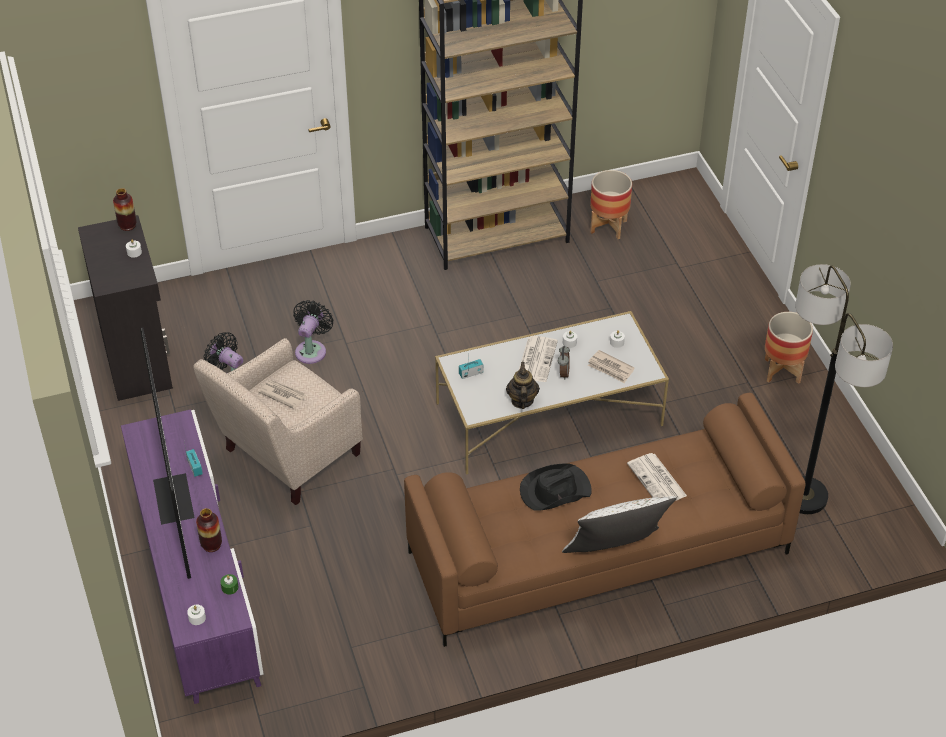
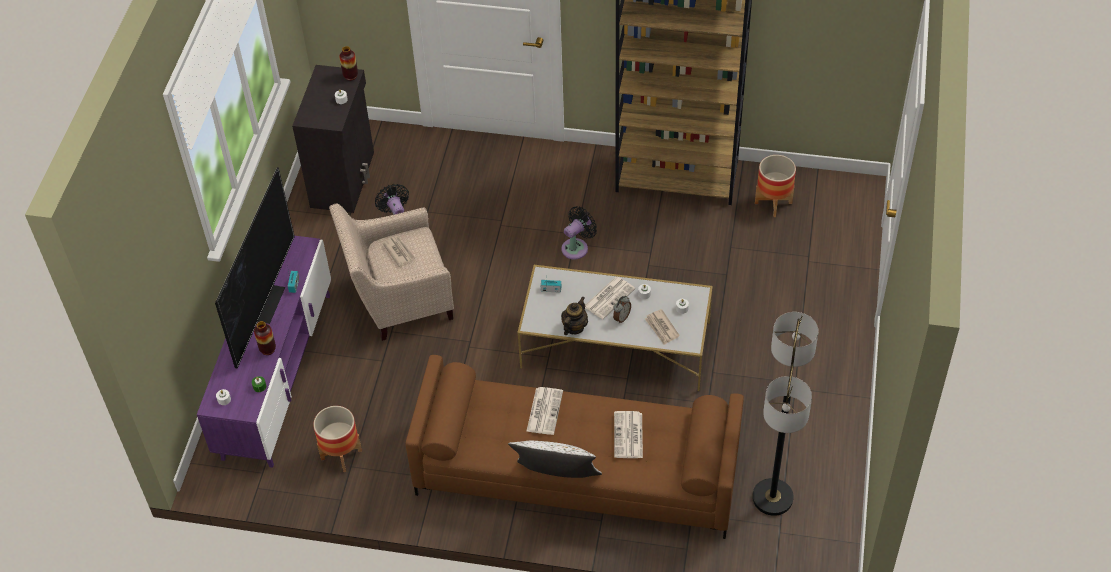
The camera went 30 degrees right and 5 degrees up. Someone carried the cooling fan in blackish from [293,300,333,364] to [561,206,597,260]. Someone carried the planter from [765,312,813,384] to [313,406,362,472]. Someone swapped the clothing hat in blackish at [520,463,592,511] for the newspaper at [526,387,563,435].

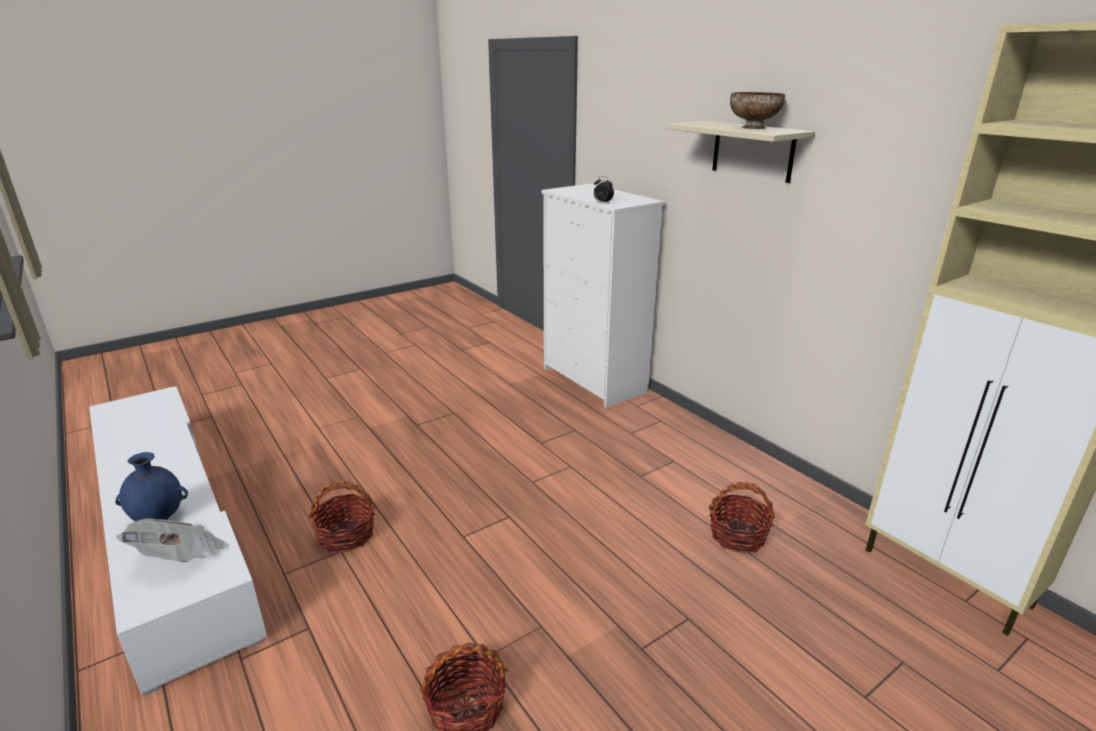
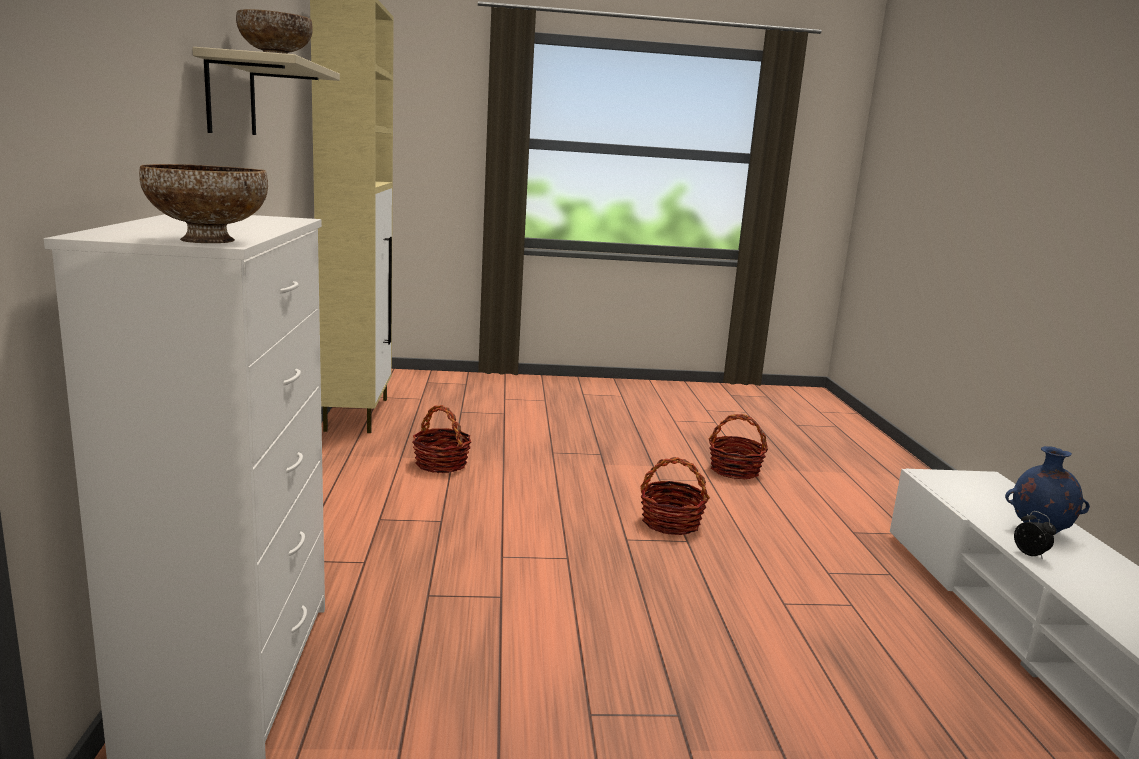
The camera went 150 degrees left and 10 degrees down. Someone took away the newspaper at [116,518,229,562]. Someone put down the deep dish at [139,164,268,243]. Someone carried the storage basket from [308,481,375,552] to [640,457,710,535]. Someone carried the alarm clock from [594,176,614,204] to [1014,511,1056,560].

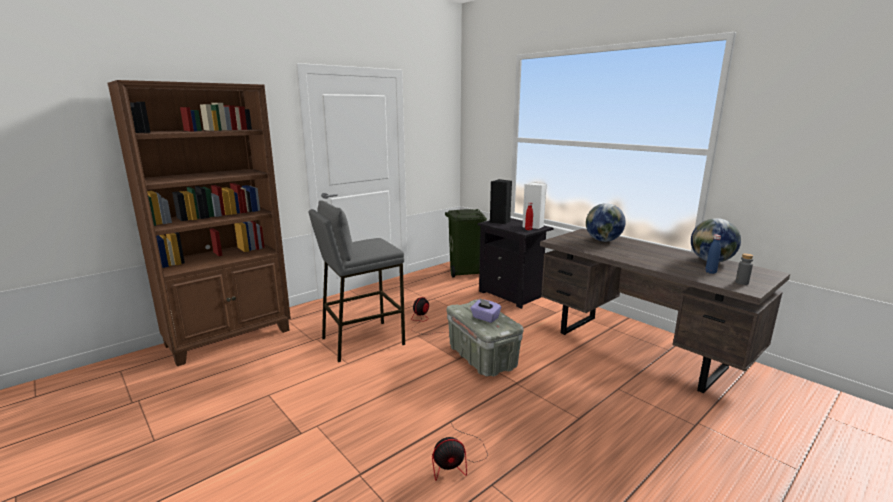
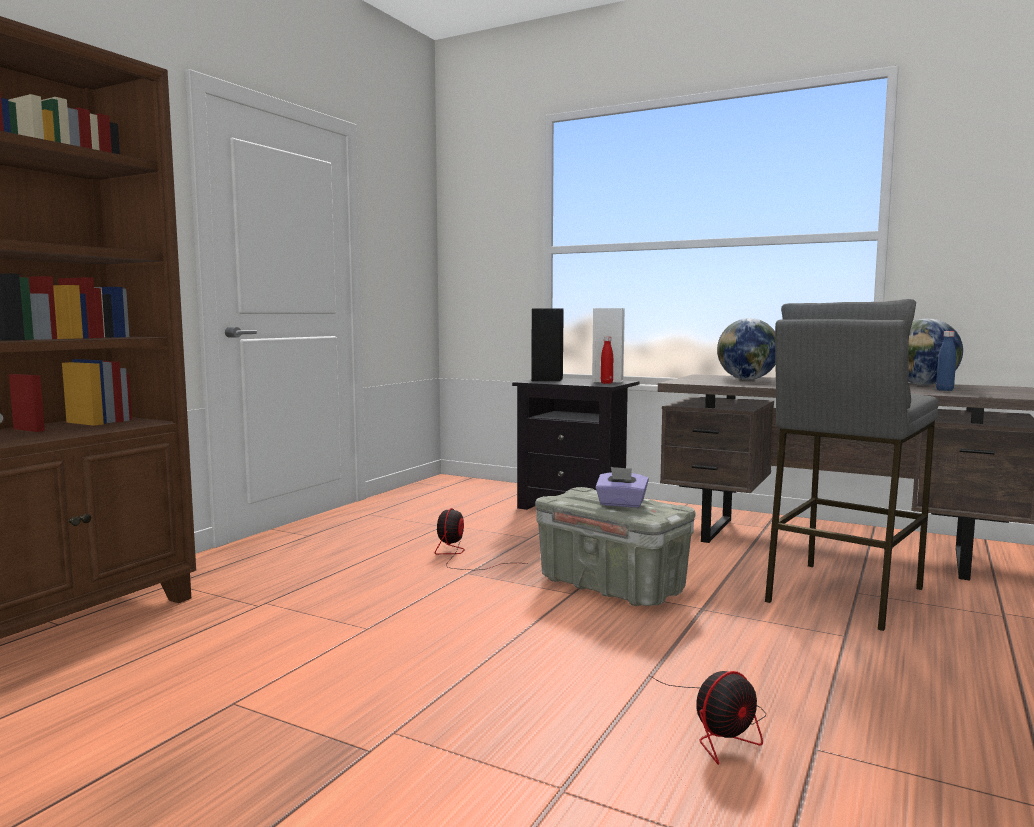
The camera went 20 degrees left and 10 degrees down. Someone took away the rubbish bin in green at [445,209,487,278]. Someone took away the drink bottle in greyish at [735,253,753,285]. Someone carried the sitting stool in greyish from [309,200,405,362] to [765,299,939,631].

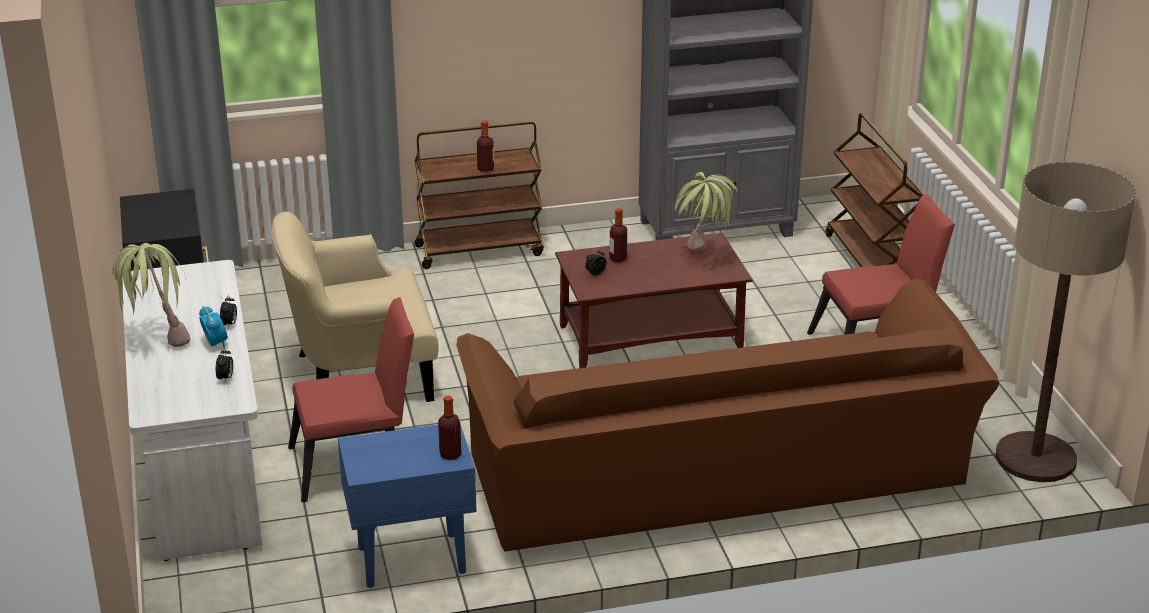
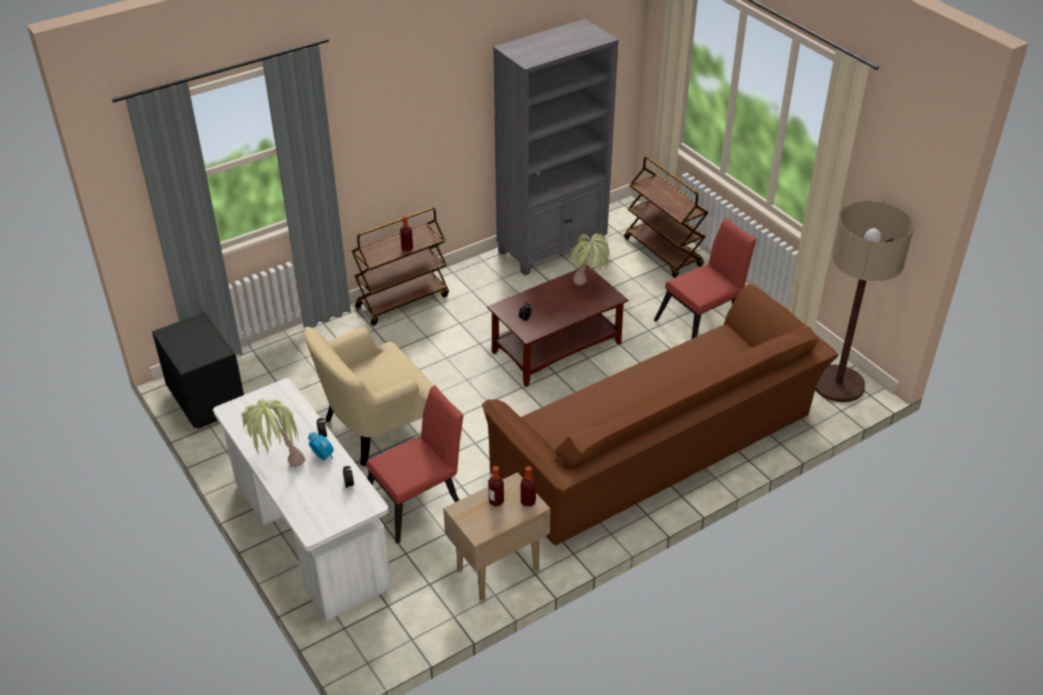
The camera went 20 degrees left and 10 degrees up. Someone carried the drink bottle from [609,208,627,263] to [488,466,504,507]. Someone repainted the end table in blue at [338,424,477,588], which became the end table in sand-coloured at [443,472,550,600].

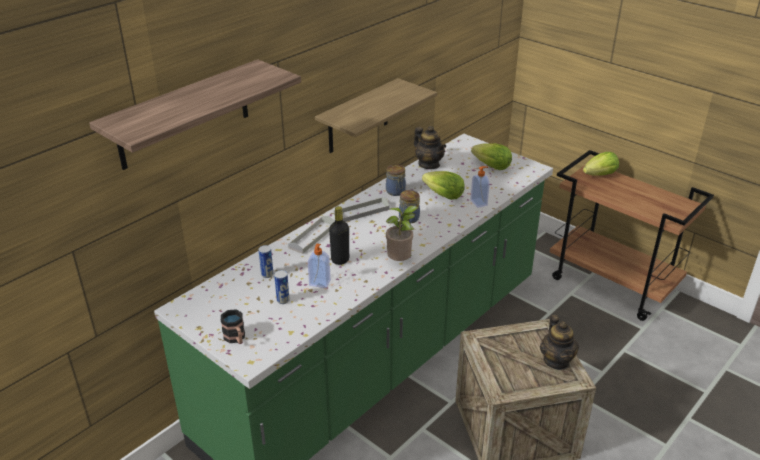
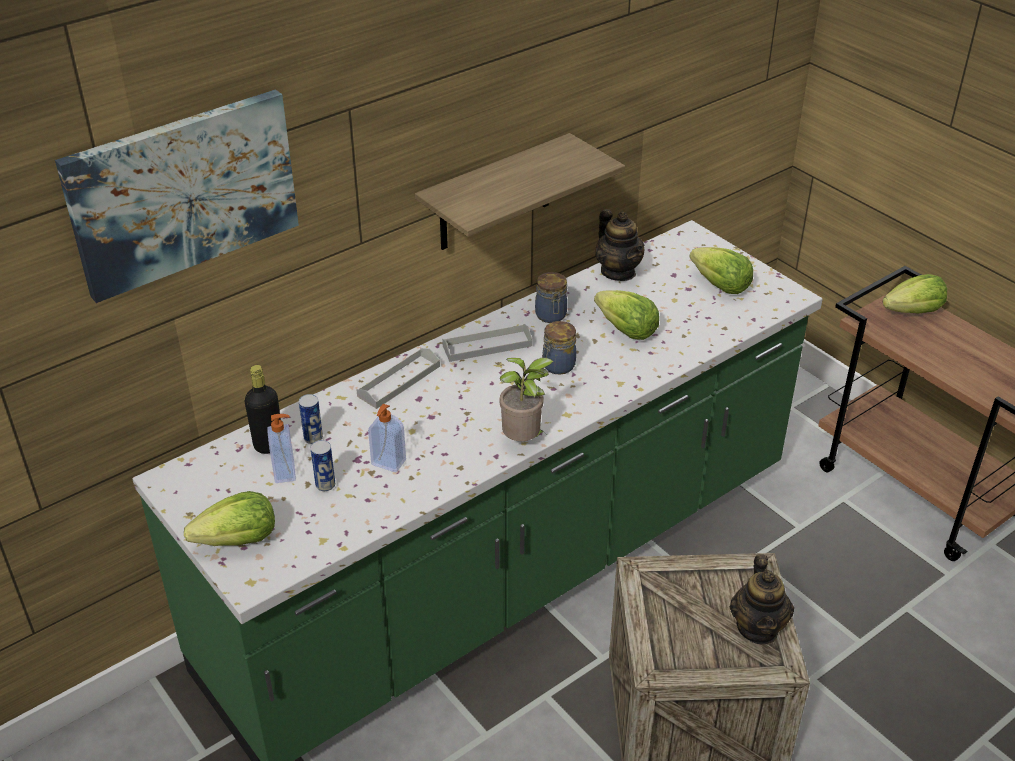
The camera went 10 degrees right and 5 degrees up. Someone carried the drink bottle in blackish from [329,206,349,265] to [244,365,281,454]. Someone carried the soap bottle from [471,166,490,208] to [267,414,296,483]. Someone swapped the bracket shelf at [89,59,301,170] for the wall picture at [55,89,299,303]. Someone swapped the tea mug at [221,309,245,344] for the lettuce at [184,491,275,546].

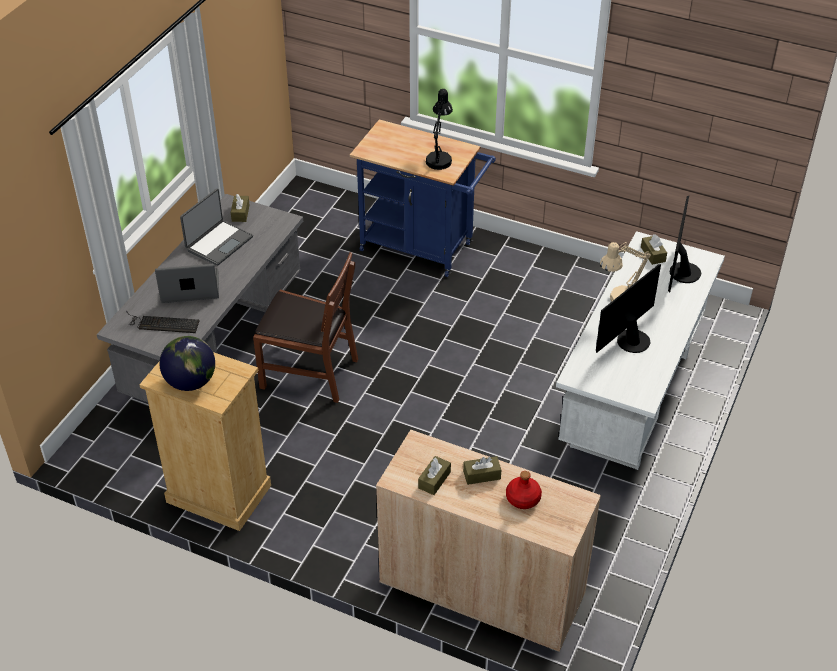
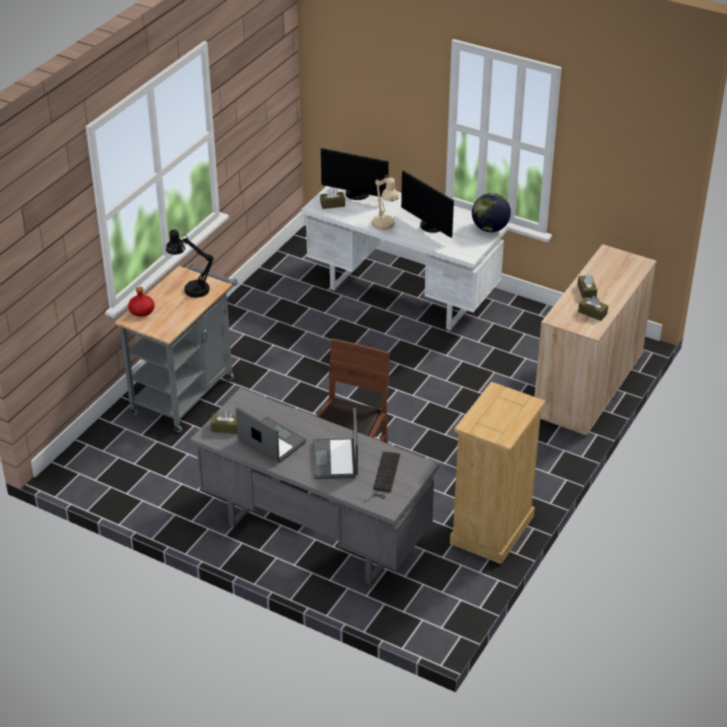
The camera went 85 degrees left and 5 degrees down. Someone carried the desk globe from [159,336,215,391] to [472,193,511,232]. Someone carried the drink bottle in red from [506,471,542,509] to [128,287,155,317]. Someone repainted the trolley in blue at [350,119,496,277], which became the trolley in greyish at [115,263,238,433].

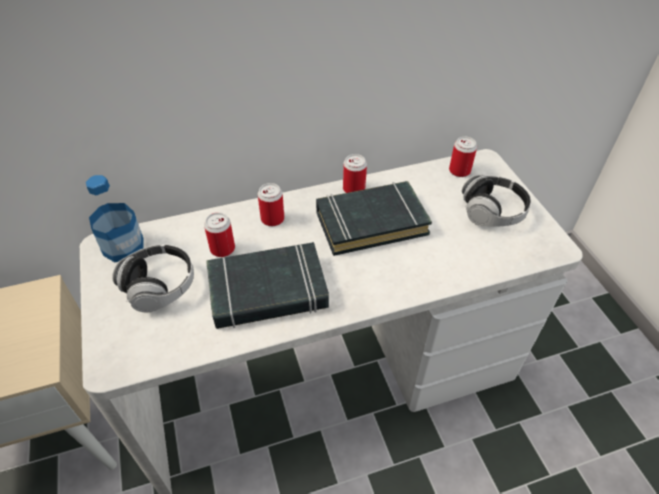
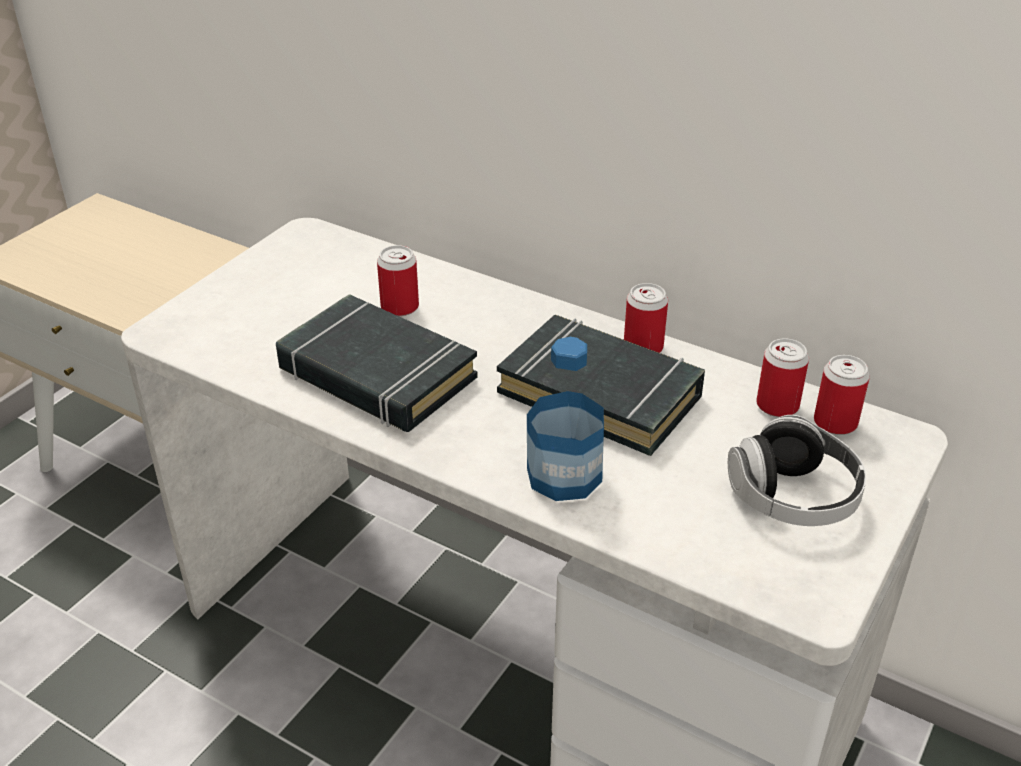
The camera went 50 degrees right and 10 degrees down. Someone took away the pair of headphones at [112,244,194,312]. Someone carried the drink bottle from [86,175,143,262] to [527,337,604,501]. Someone carried the sealed can from [258,183,285,226] to [756,338,809,417].

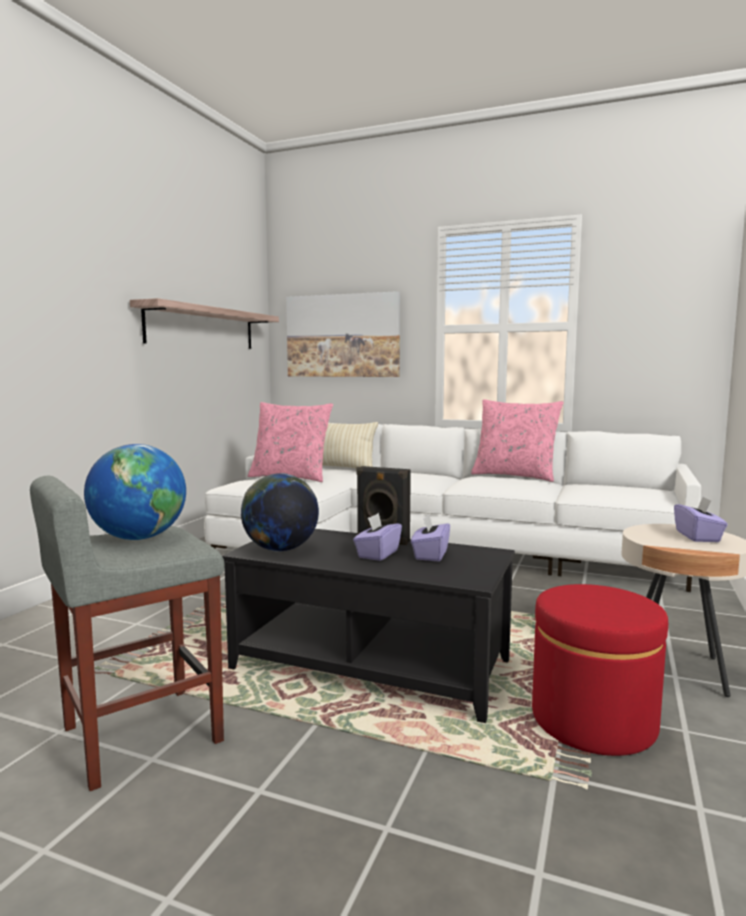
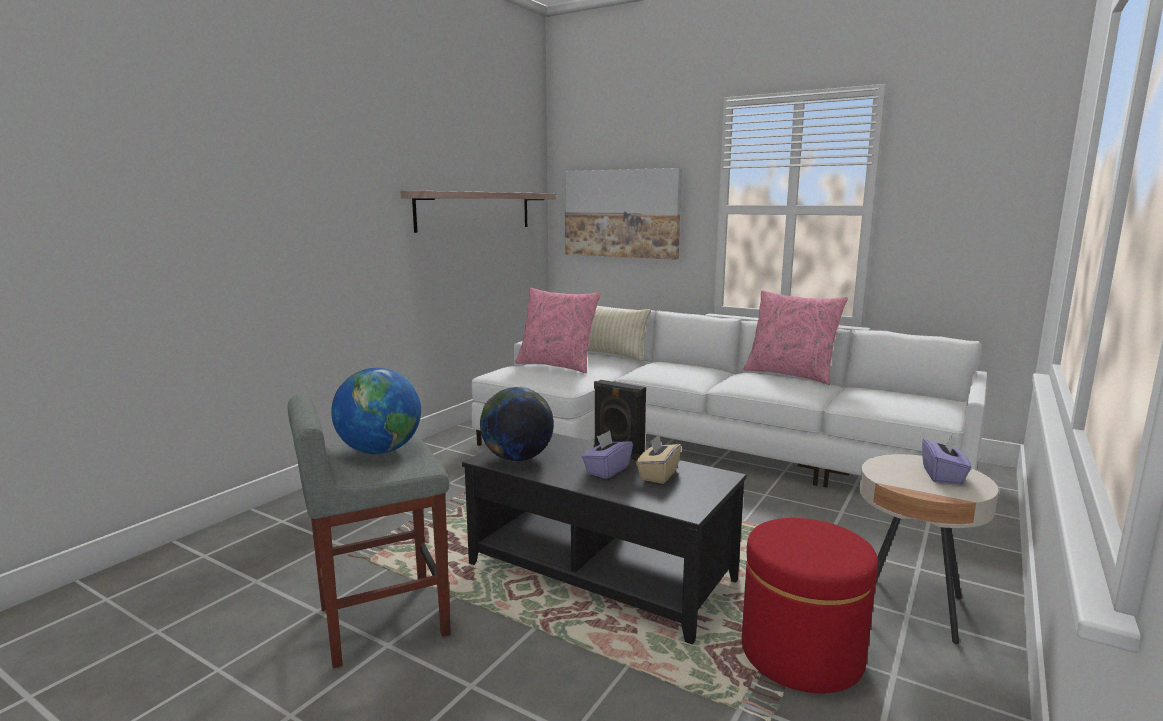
The camera went 10 degrees right and 5 degrees up. Someone repainted the tissue box in purple-coloured at [411,514,450,561], which became the tissue box in sand-coloured at [636,434,681,484].

